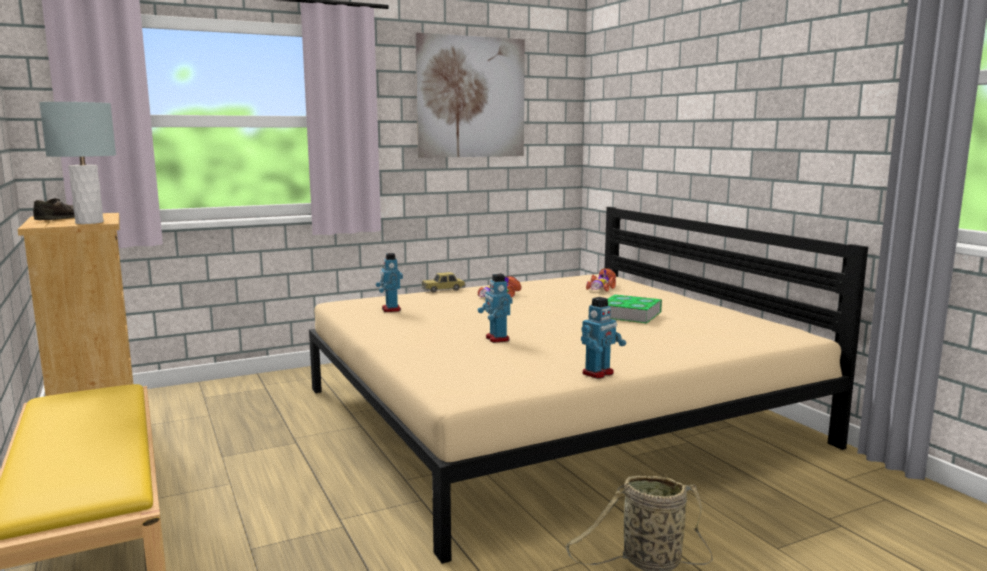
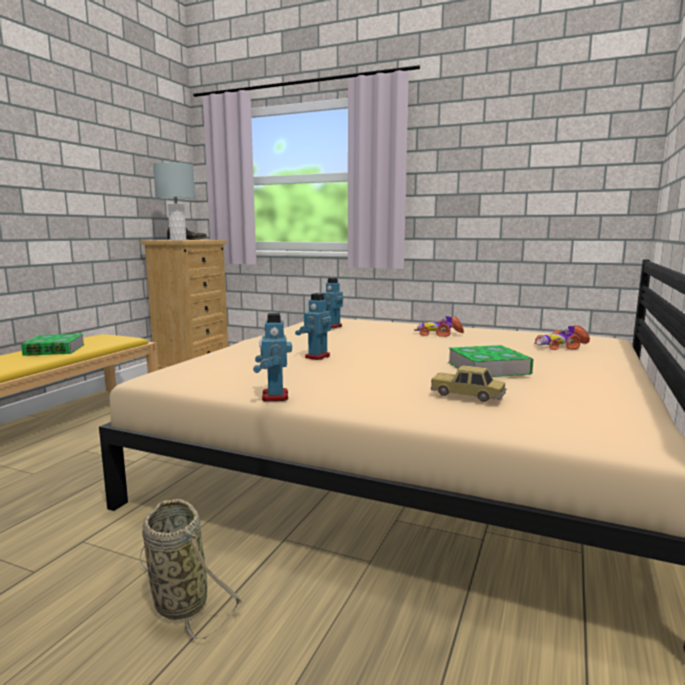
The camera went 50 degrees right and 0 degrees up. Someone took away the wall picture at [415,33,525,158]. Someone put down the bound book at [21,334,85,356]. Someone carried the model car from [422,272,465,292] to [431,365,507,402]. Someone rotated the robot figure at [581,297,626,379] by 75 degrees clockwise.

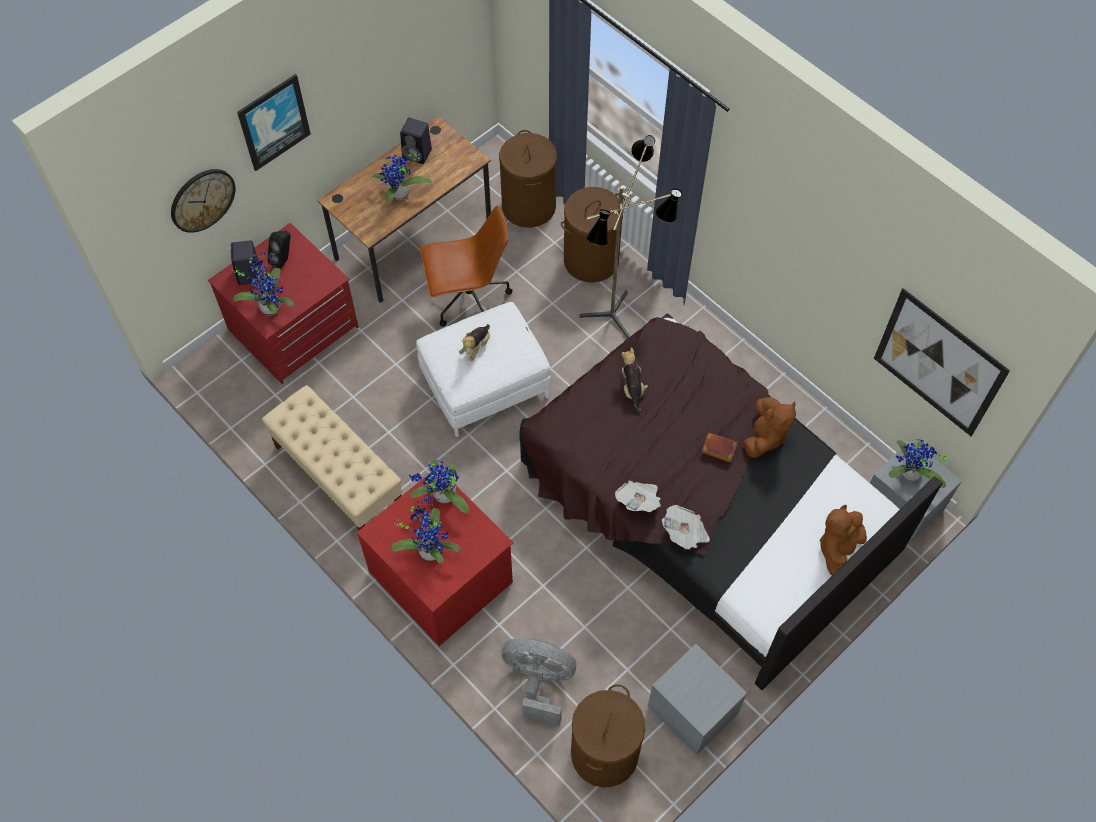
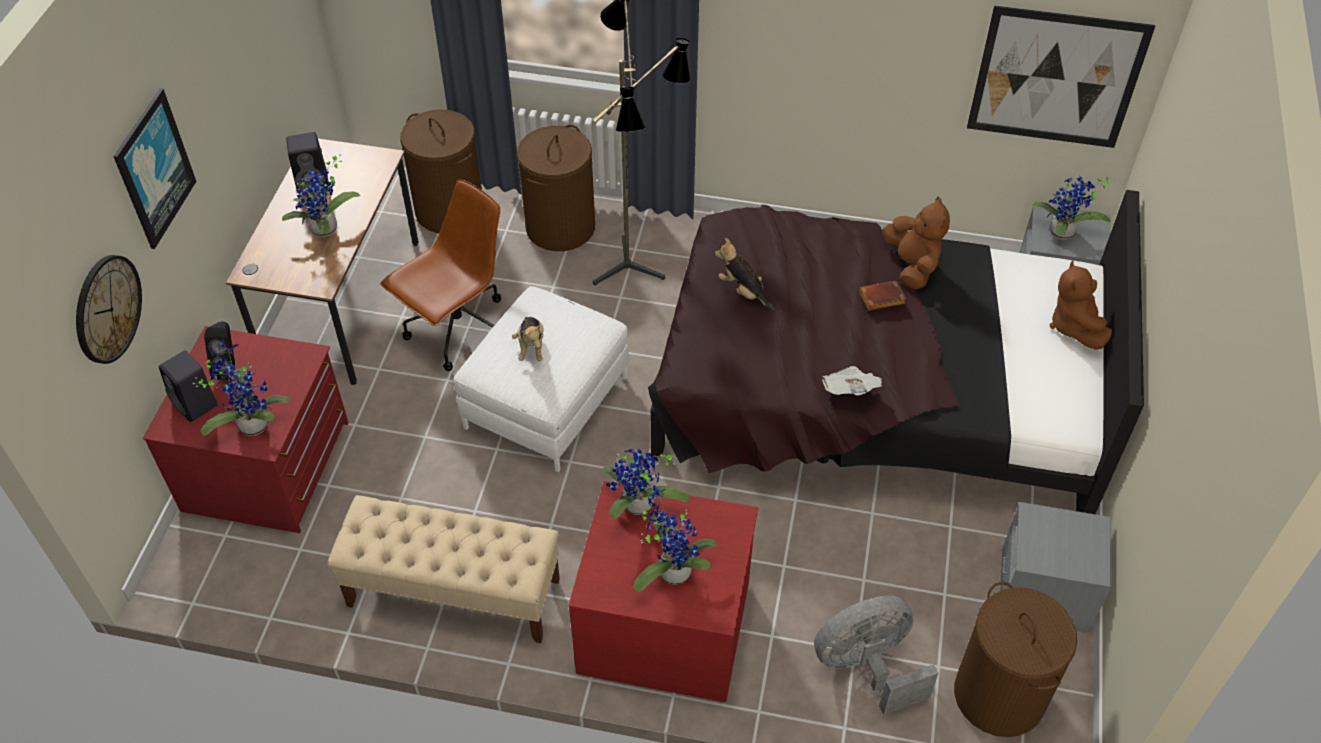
The camera went 35 degrees left and 10 degrees down. Someone took away the newspaper at [662,505,710,550].

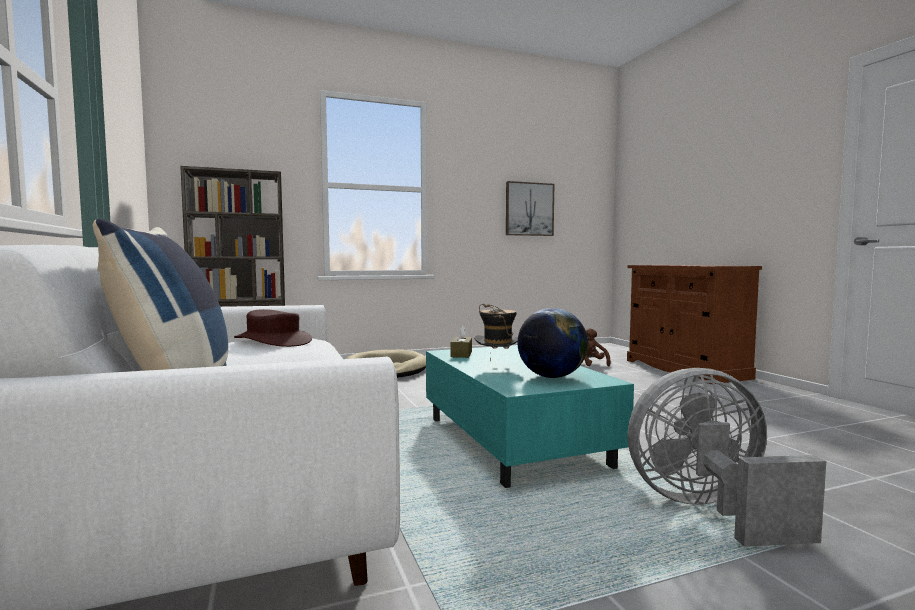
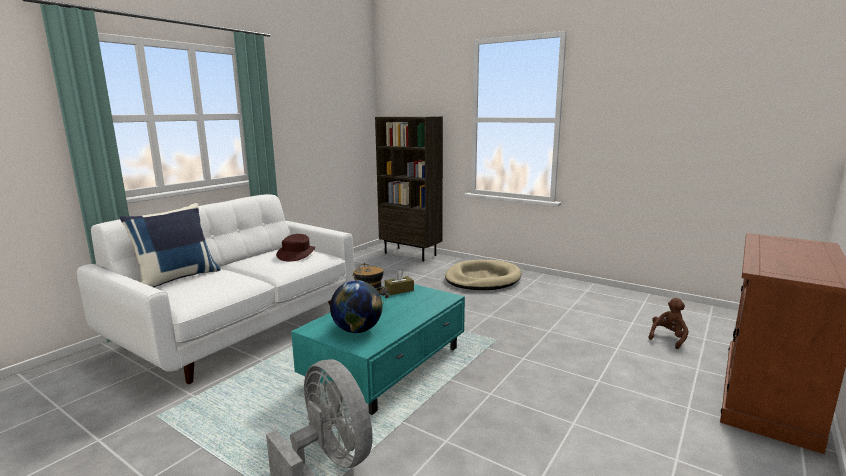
The camera went 55 degrees right and 10 degrees up. Someone took away the wall picture at [506,181,554,236].

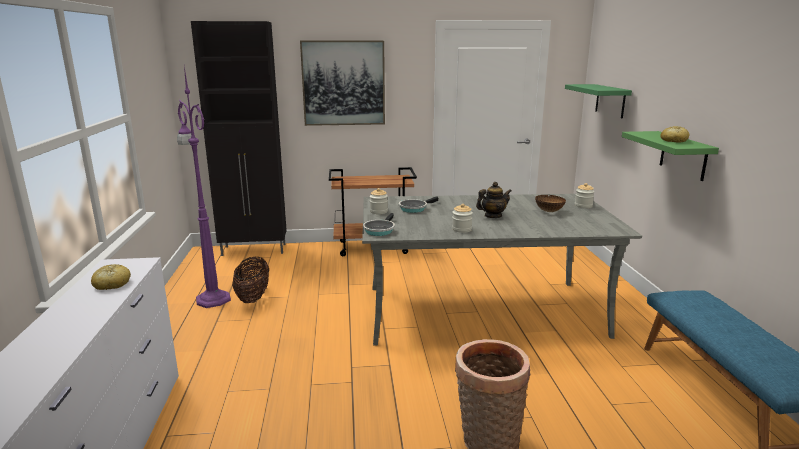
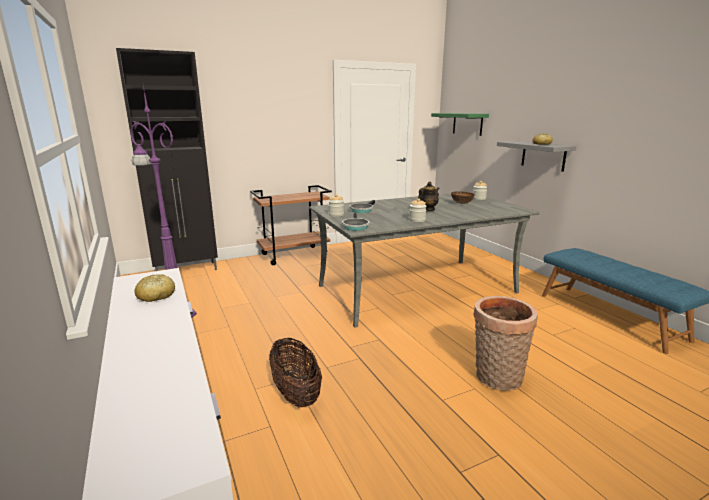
The camera went 20 degrees left and 0 degrees up. Someone took away the wall picture at [300,41,385,126]. Someone carried the storage basket from [232,257,269,303] to [269,338,322,408]. Someone repainted the bracket shelf in green at [622,131,719,181], which became the bracket shelf in greyish at [497,141,576,172].

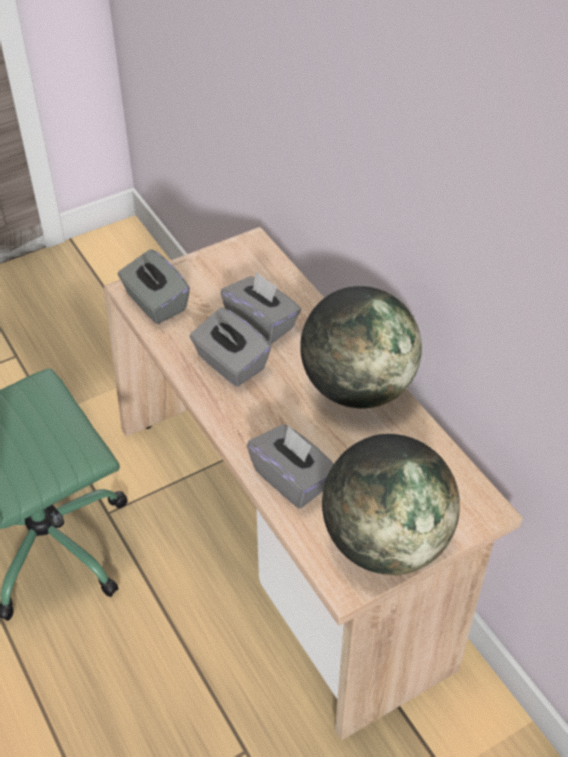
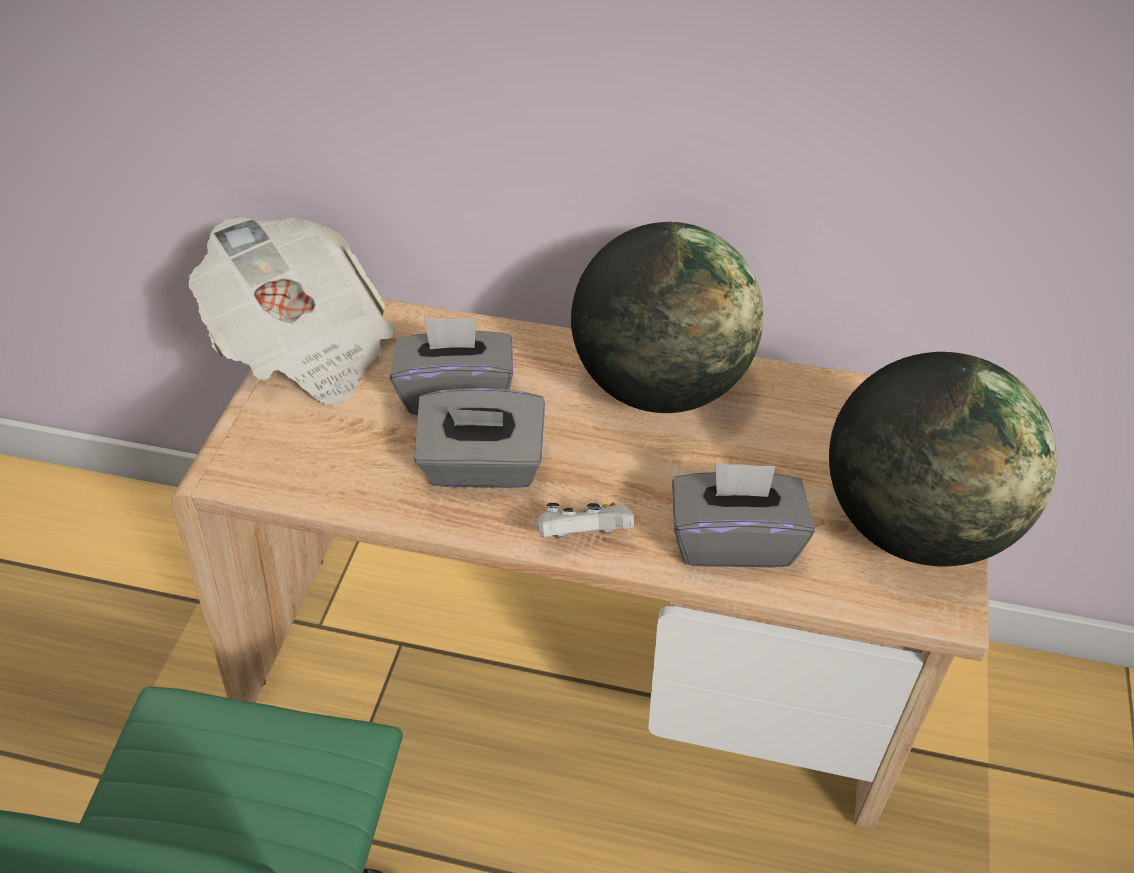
The camera went 45 degrees left and 0 degrees up. Someone took away the tissue box in greyish at [117,249,190,324]. Someone put down the newspaper at [189,216,396,405]. Someone put down the game controller in white-coloured at [536,503,634,539].

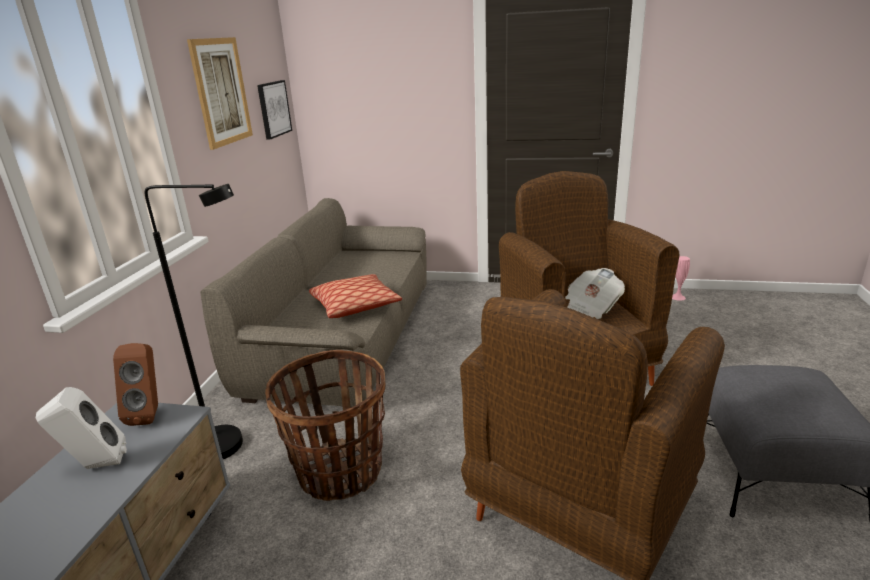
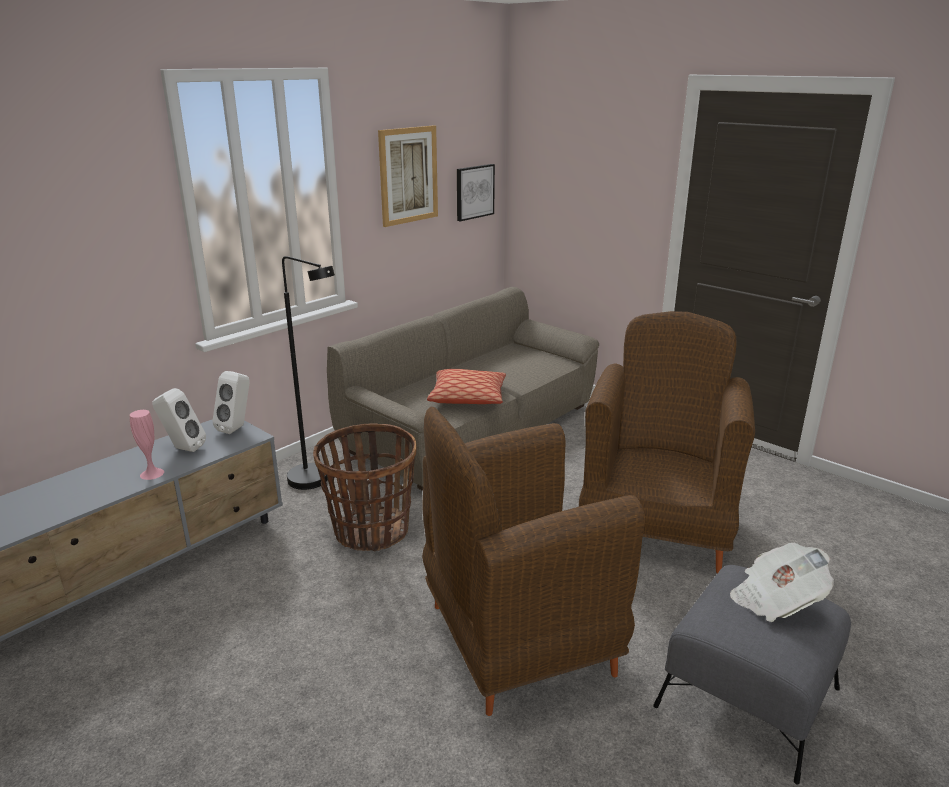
The camera went 30 degrees right and 0 degrees up. Someone carried the newspaper from [565,268,625,319] to [730,543,834,622]. Someone carried the decorative vase in pinkish from [672,256,690,301] to [130,410,164,480]. Someone repainted the loudspeaker in brown-coloured at [113,343,158,426], which became the loudspeaker in white-coloured at [212,371,250,434].

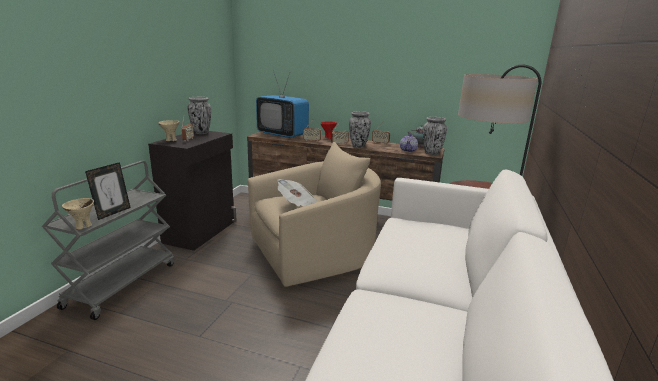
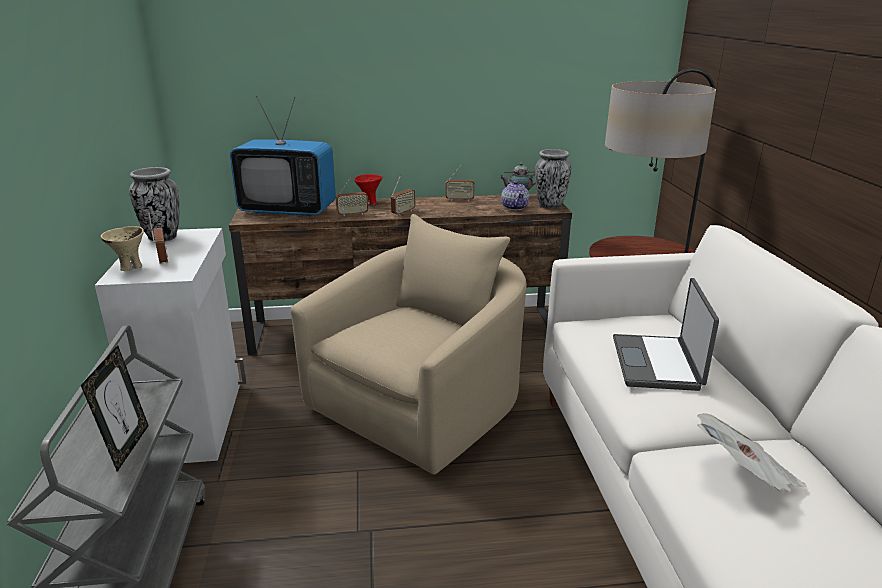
The camera went 25 degrees left and 5 degrees up. Someone took away the deep dish in sand-coloured at [62,198,94,230]. Someone took away the decorative vase at [349,111,371,148]. Someone put down the laptop at [613,278,719,391]. Someone carried the newspaper from [277,179,317,206] to [697,413,807,492]. Someone repainted the cabinet in blackish at [148,131,237,251], which became the cabinet in white-coloured at [95,228,246,463].

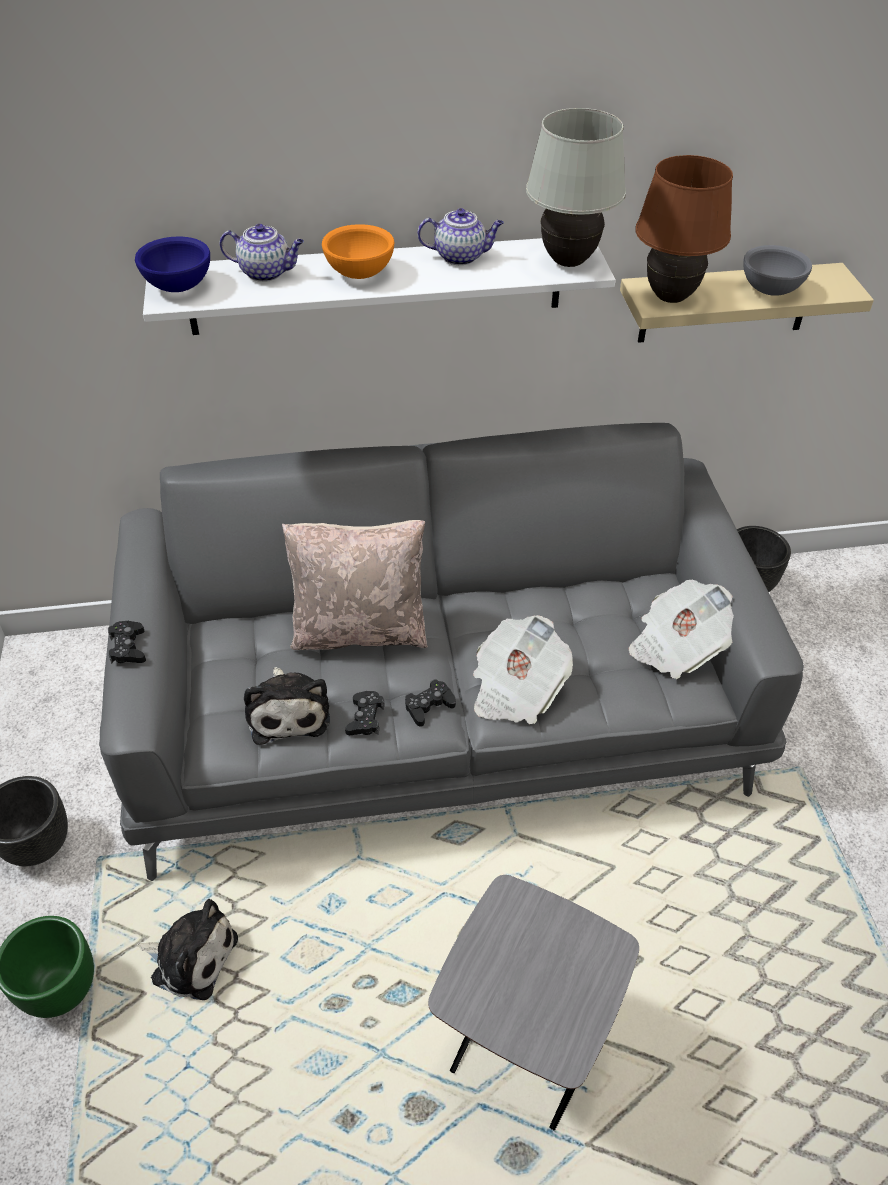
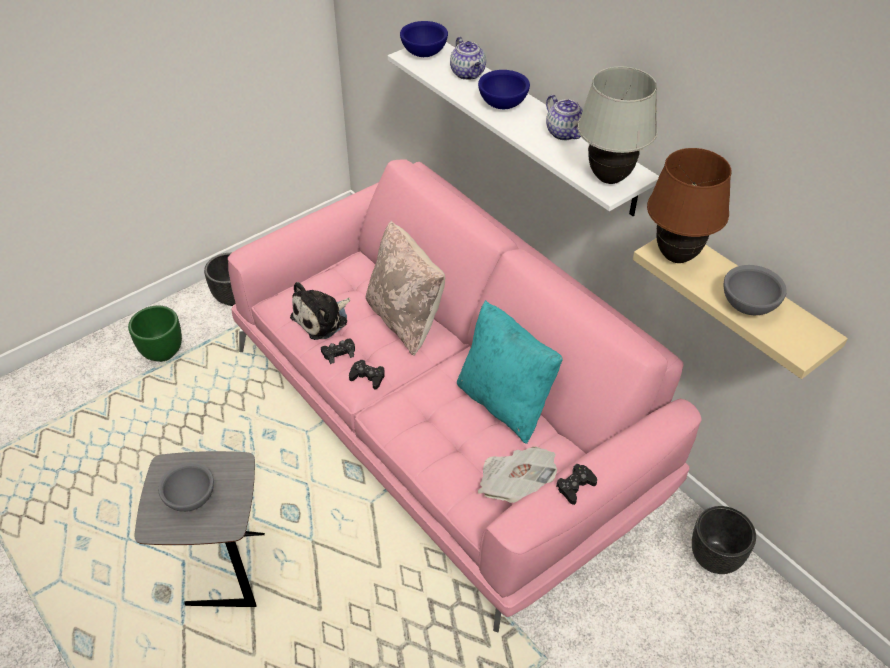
The camera went 60 degrees right and 0 degrees up. Someone took away the plush toy at [136,899,238,1000]. Someone took away the newspaper at [473,615,573,724]. Someone put down the deep dish in greyish at [158,462,214,512]. Someone put down the cushion in blue-green at [457,300,562,444]. Someone carried the game controller in blackish from [108,621,146,664] to [556,464,597,505]. Someone repainted the sofa in greyish at [99,423,804,881], which became the sofa in pinkish at [228,159,702,632]. Someone repainted the deep dish in orange at [322,224,395,279], which became the deep dish in blue at [478,70,530,109].

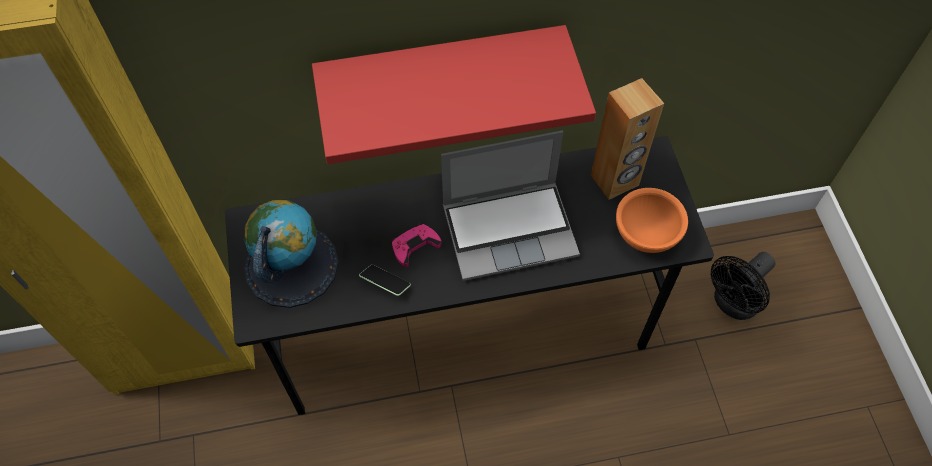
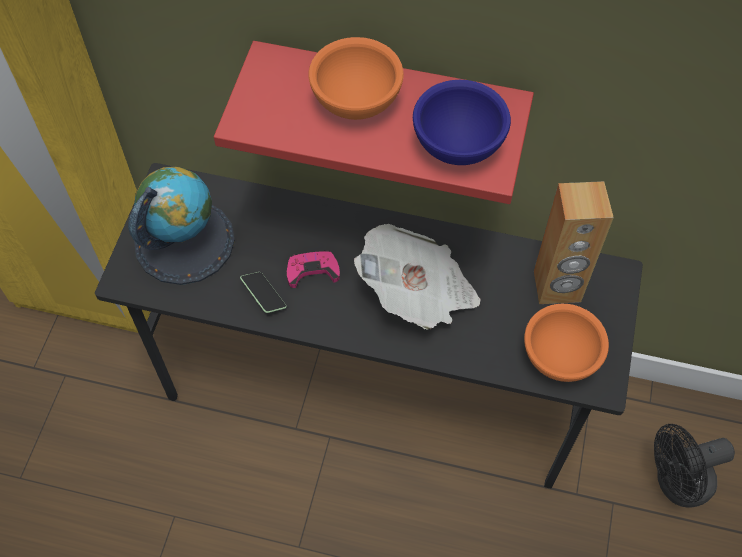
The camera went 25 degrees right and 0 degrees up. Someone put down the deep dish in orange at [309,37,404,120]. Someone put down the deep dish in blue at [413,80,511,165]. Someone swapped the laptop at [441,131,580,281] for the newspaper at [354,224,481,329].

